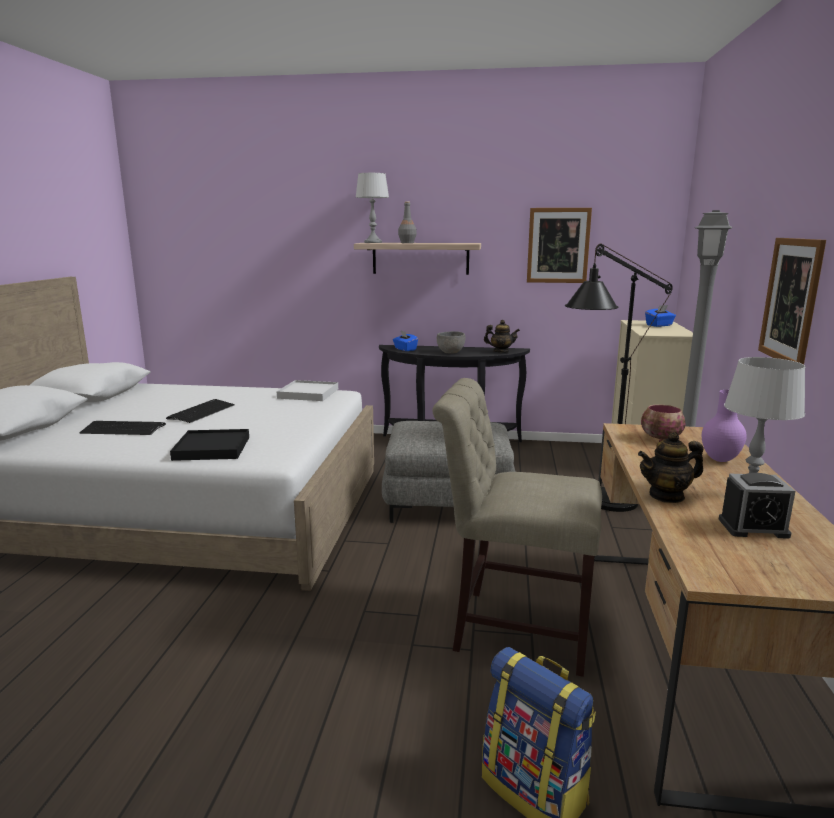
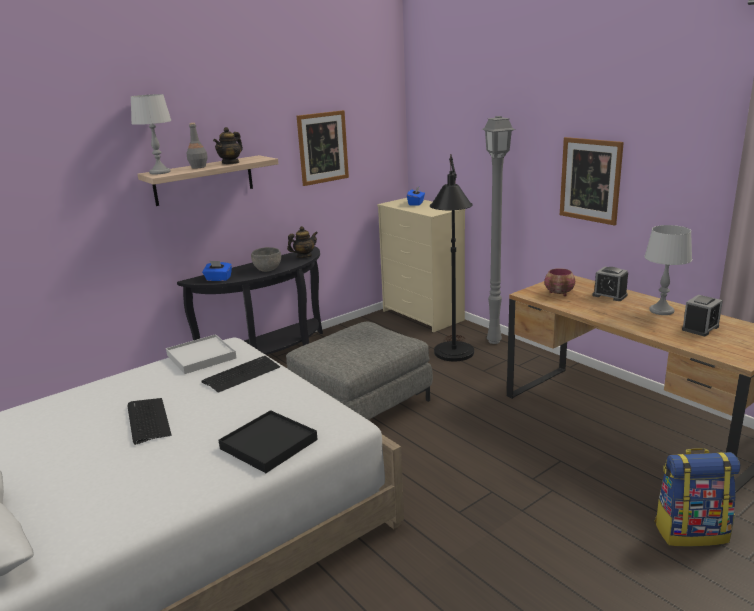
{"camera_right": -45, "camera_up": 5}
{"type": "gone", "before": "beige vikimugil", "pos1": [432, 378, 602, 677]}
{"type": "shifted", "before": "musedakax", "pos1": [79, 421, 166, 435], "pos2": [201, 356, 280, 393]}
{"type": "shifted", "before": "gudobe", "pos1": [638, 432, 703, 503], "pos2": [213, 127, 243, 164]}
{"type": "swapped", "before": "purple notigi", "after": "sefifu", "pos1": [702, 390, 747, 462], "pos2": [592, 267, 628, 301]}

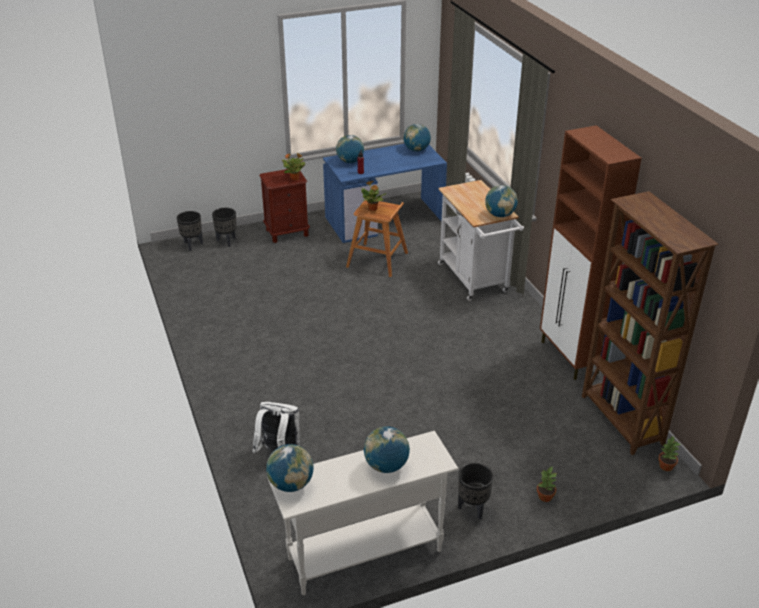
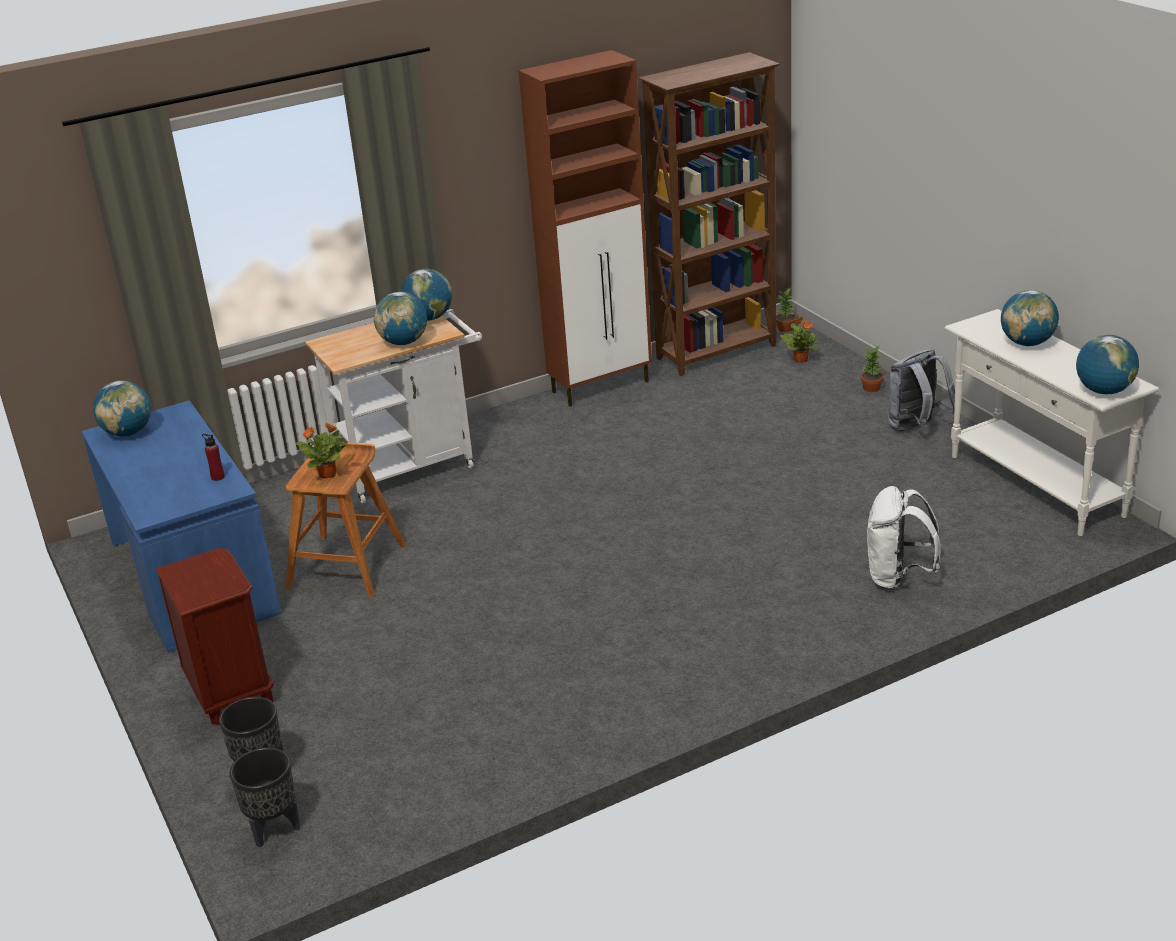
{"camera_right": -95, "camera_up": -5}
{"type": "shifted", "before": "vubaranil", "pos1": [282, 153, 305, 181], "pos2": [780, 317, 819, 363]}
{"type": "shifted", "before": "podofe", "pos1": [336, 135, 364, 163], "pos2": [374, 292, 427, 345]}
{"type": "swapped", "before": "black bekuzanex", "after": "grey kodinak", "pos1": [458, 463, 493, 519], "pos2": [888, 349, 955, 431]}

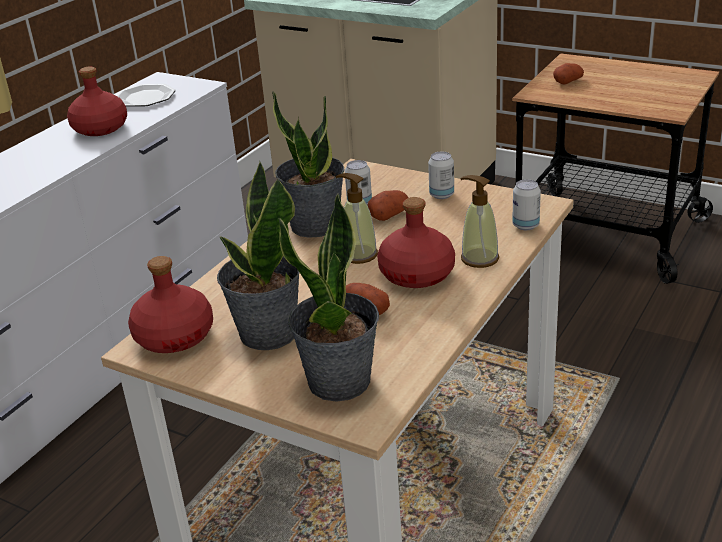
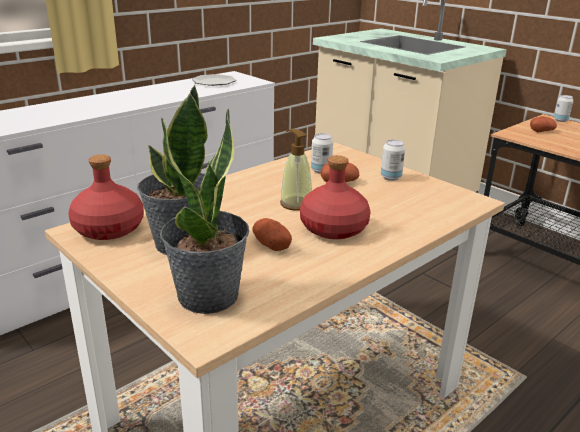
{"camera_right": 15, "camera_up": -5}
{"type": "gone", "before": "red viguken", "pos1": [67, 67, 127, 136]}
{"type": "gone", "before": "vubaranil", "pos1": [272, 91, 345, 238]}
{"type": "gone", "before": "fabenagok", "pos1": [460, 175, 499, 268]}
{"type": "shifted", "before": "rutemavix", "pos1": [512, 179, 541, 230], "pos2": [554, 95, 573, 122]}

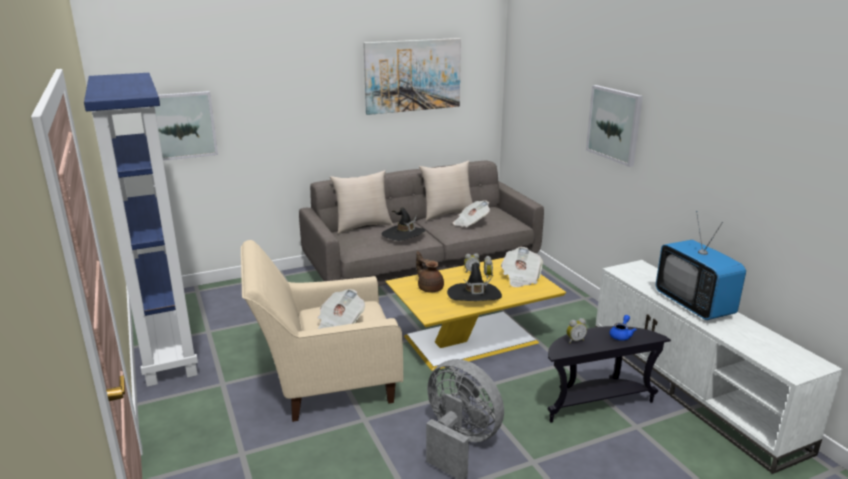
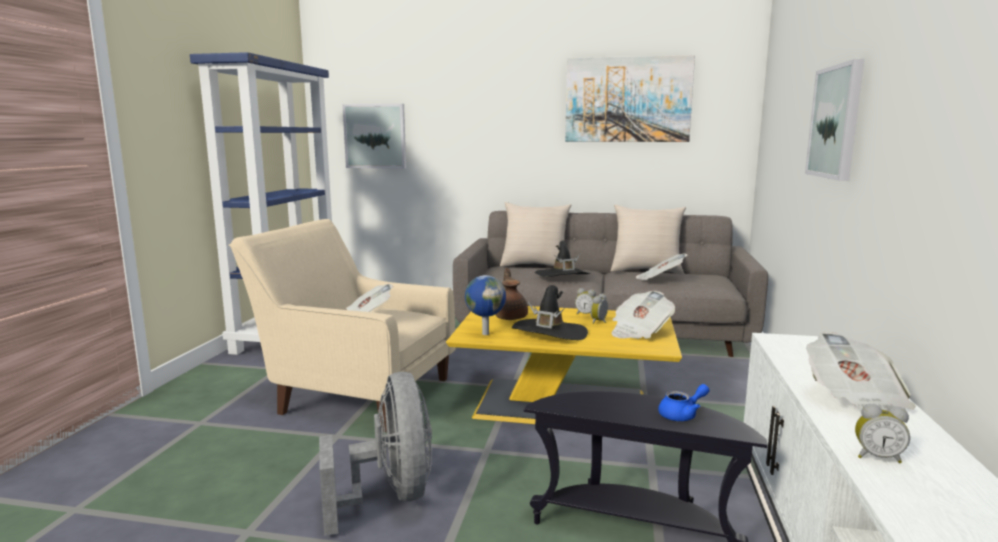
{"camera_right": 35, "camera_up": -10}
{"type": "new", "after": "podofe", "pos2": [465, 275, 506, 335]}
{"type": "shifted", "before": "sefifu", "pos1": [567, 318, 587, 343], "pos2": [855, 404, 910, 463]}
{"type": "swapped", "before": "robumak", "after": "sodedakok", "pos1": [656, 211, 746, 320], "pos2": [806, 332, 916, 414]}

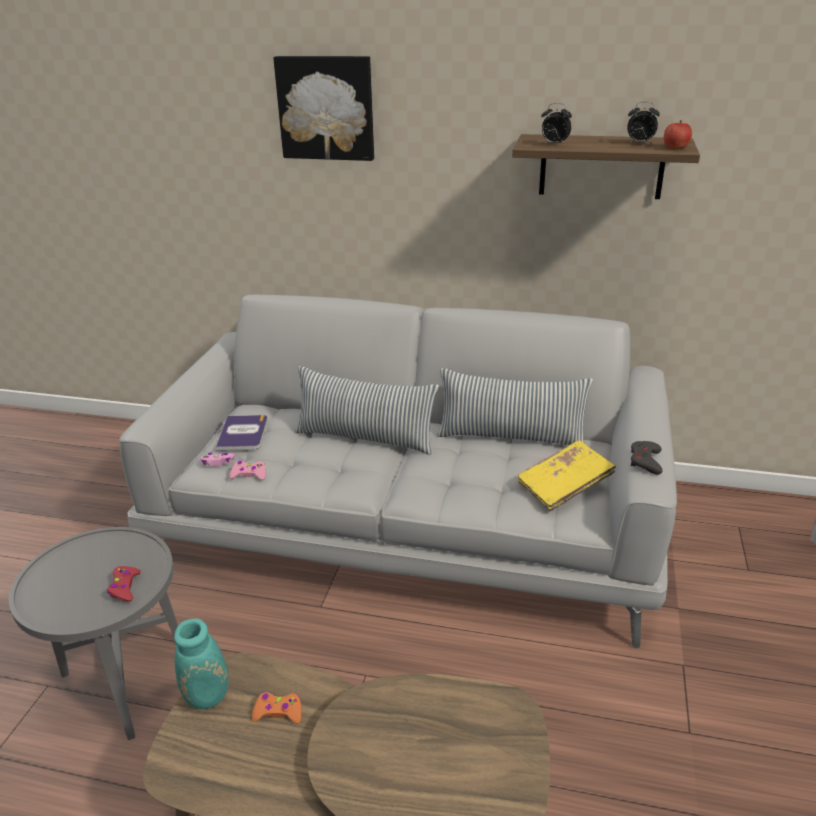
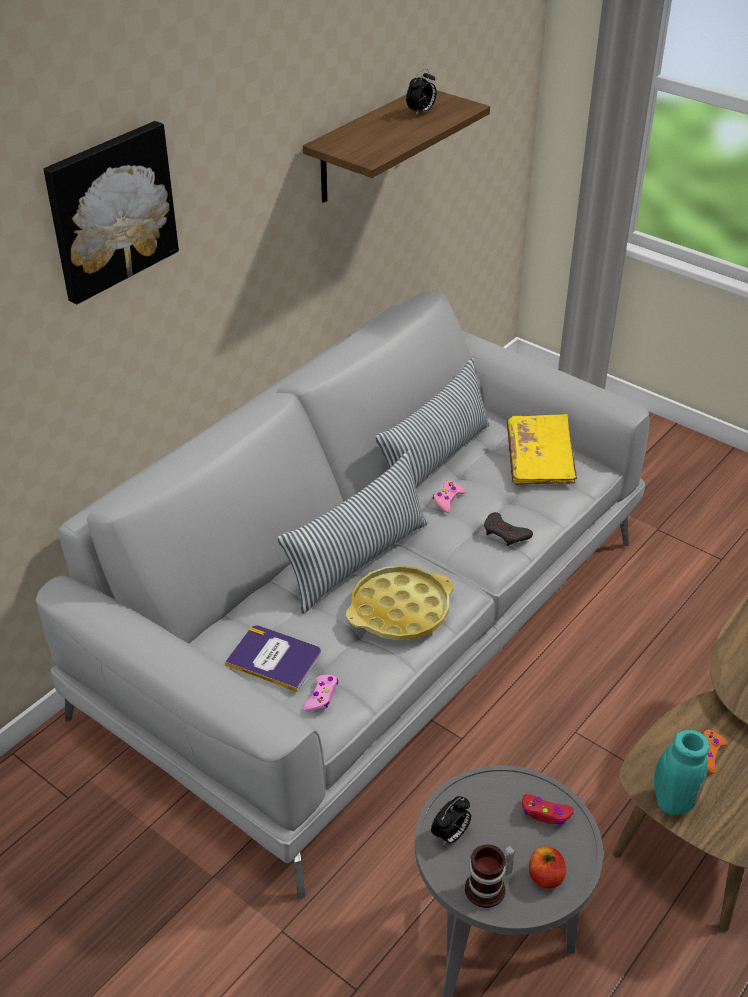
{"camera_right": -65, "camera_up": 10}
{"type": "new", "after": "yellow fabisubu", "pos2": [346, 566, 454, 641]}
{"type": "new", "after": "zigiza", "pos2": [465, 844, 515, 908]}
{"type": "shifted", "before": "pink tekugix", "pos1": [230, 461, 266, 480], "pos2": [433, 480, 465, 513]}
{"type": "shifted", "before": "sefifu", "pos1": [541, 103, 572, 145], "pos2": [431, 796, 471, 845]}
{"type": "shifted", "before": "grey tekugix", "pos1": [631, 441, 663, 475], "pos2": [484, 512, 533, 546]}
{"type": "shifted", "before": "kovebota", "pos1": [664, 120, 692, 149], "pos2": [529, 846, 566, 889]}

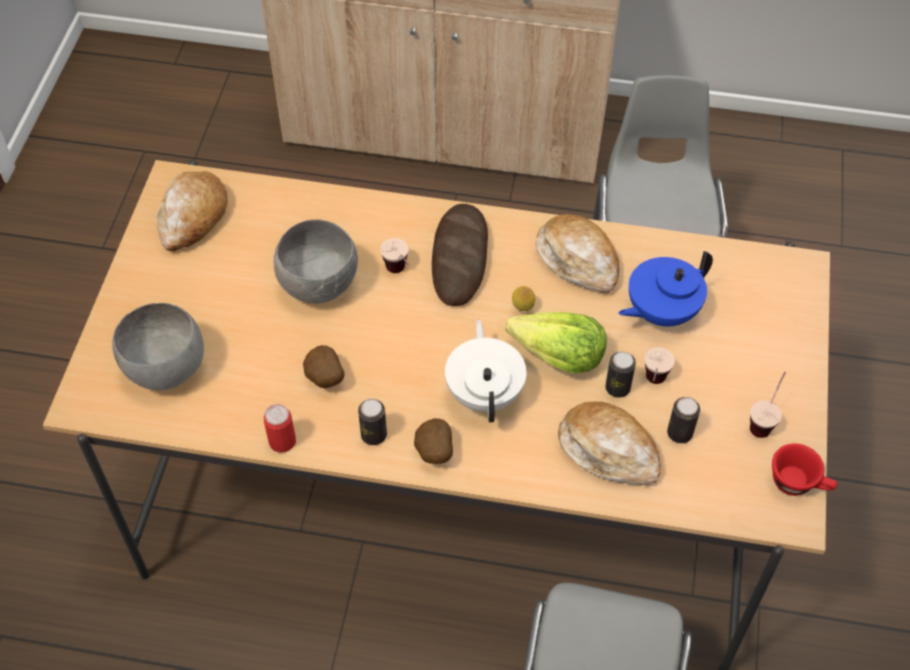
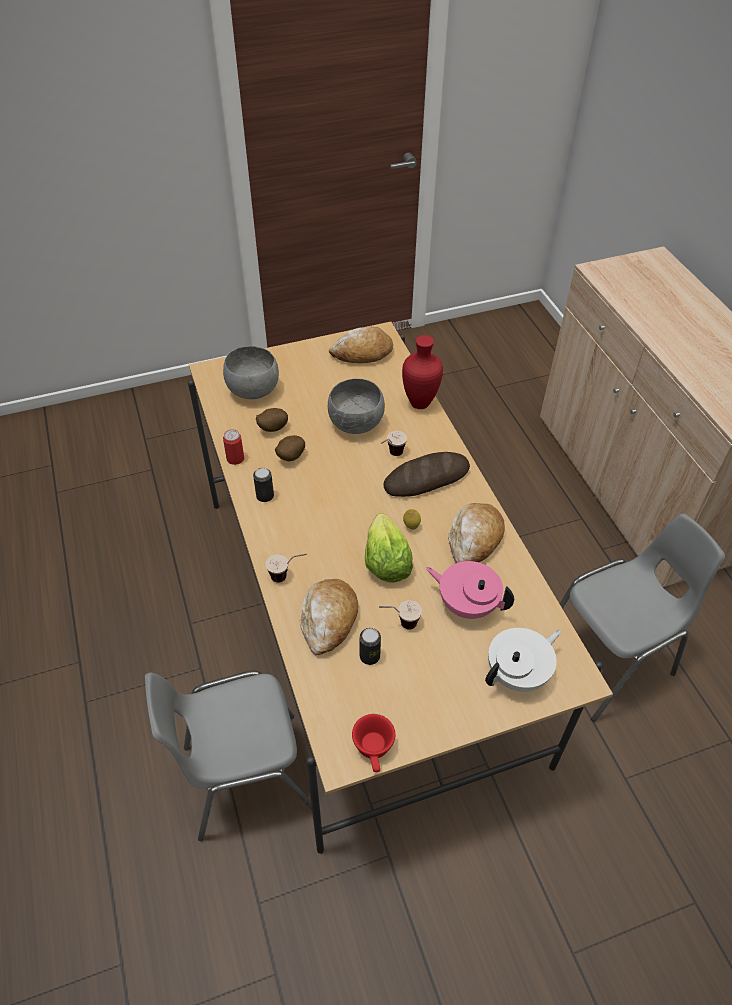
{"camera_right": 60, "camera_up": -5}
{"type": "gone", "before": "rutemavix", "pos1": [605, 351, 636, 398]}
{"type": "new", "after": "red notigi", "pos2": [402, 335, 443, 409]}
{"type": "shifted", "before": "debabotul", "pos1": [414, 418, 453, 464], "pos2": [256, 408, 288, 432]}
{"type": "shifted", "before": "white gudobe", "pos1": [445, 319, 527, 422], "pos2": [485, 628, 561, 692]}
{"type": "shifted", "before": "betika", "pos1": [750, 372, 786, 438], "pos2": [265, 554, 307, 583]}
{"type": "repainted", "before": "blue gudobe", "after": "pink gudobe", "pos1": [618, 251, 713, 326], "pos2": [426, 561, 514, 619]}

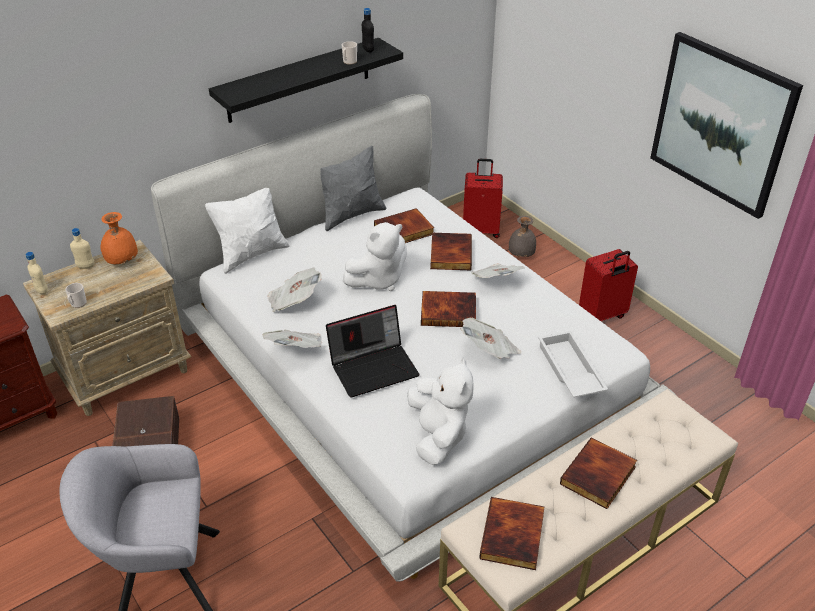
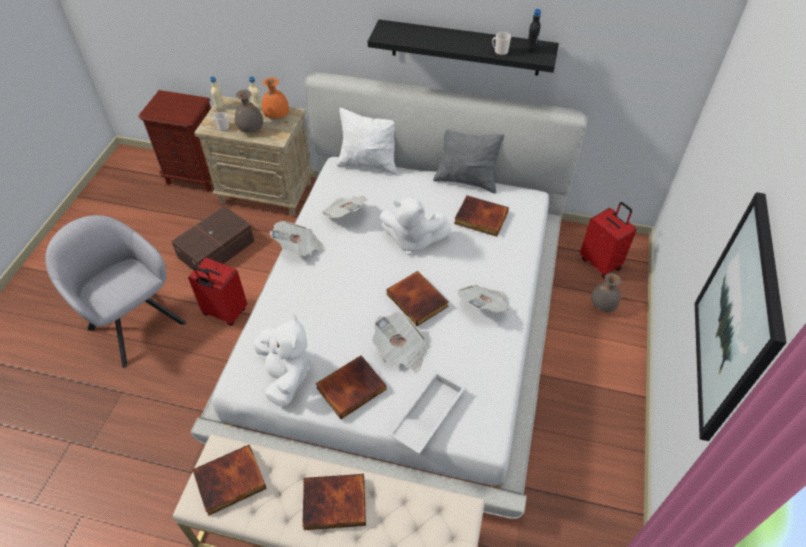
{"camera_right": 50, "camera_up": 10}
{"type": "gone", "before": "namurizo", "pos1": [326, 305, 420, 398]}
{"type": "new", "after": "grey notigi", "pos2": [235, 90, 263, 133]}
{"type": "shifted", "before": "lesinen", "pos1": [430, 233, 472, 270], "pos2": [316, 355, 386, 419]}
{"type": "shifted", "before": "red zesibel", "pos1": [579, 249, 638, 321], "pos2": [188, 258, 247, 325]}
{"type": "rotated", "before": "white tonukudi", "pos1": [407, 358, 474, 465], "pos2": [254, 314, 310, 406], "turn": -60}

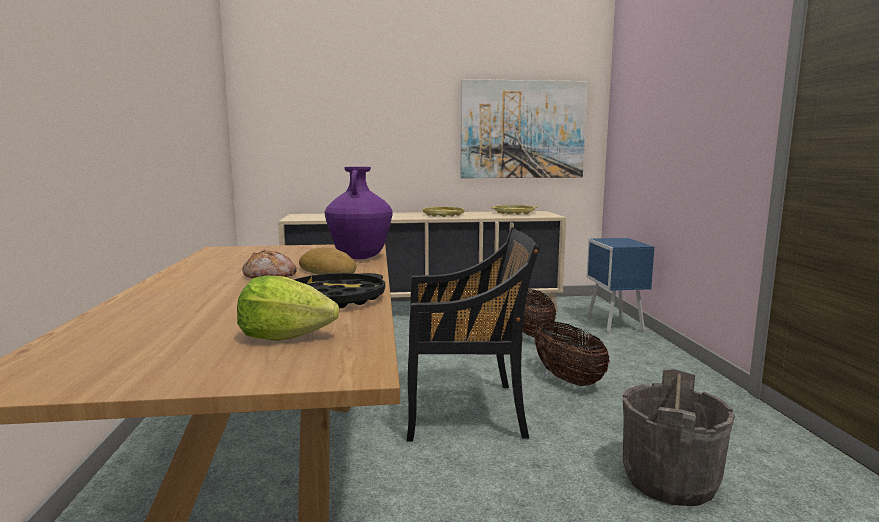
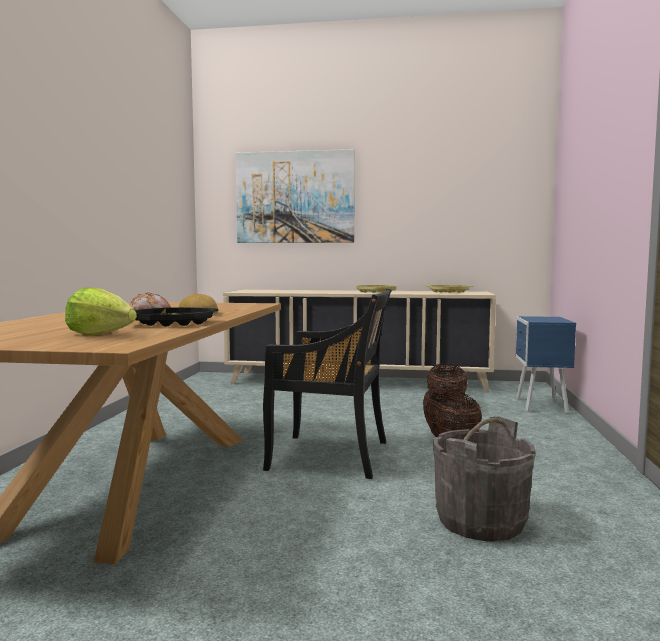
{"camera_right": 15, "camera_up": -5}
{"type": "gone", "before": "purple notigi", "pos1": [325, 167, 393, 259]}
{"type": "shifted", "before": "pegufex", "pos1": [460, 79, 588, 178], "pos2": [236, 149, 355, 243]}

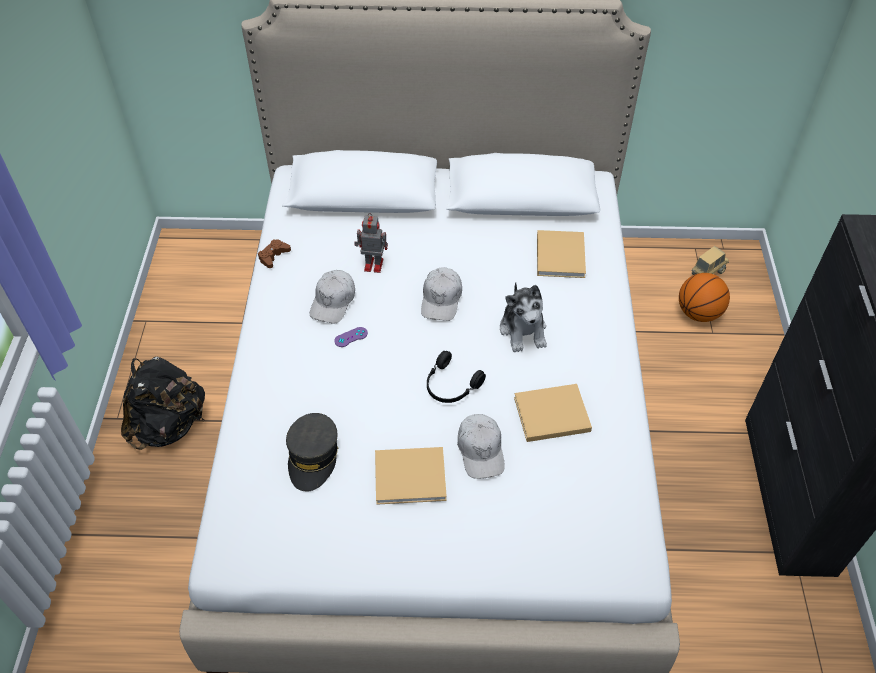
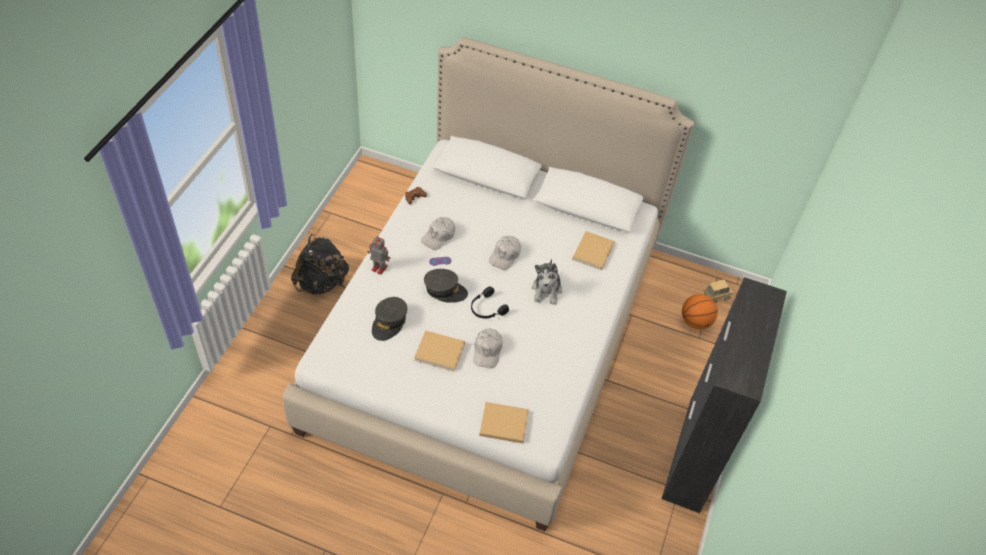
{"camera_right": 15, "camera_up": 0}
{"type": "new", "after": "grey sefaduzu", "pos2": [424, 269, 468, 303]}
{"type": "shifted", "before": "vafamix", "pos1": [354, 213, 388, 273], "pos2": [367, 236, 390, 275]}
{"type": "shifted", "before": "beige lesinen", "pos1": [514, 384, 592, 442], "pos2": [479, 402, 529, 443]}

